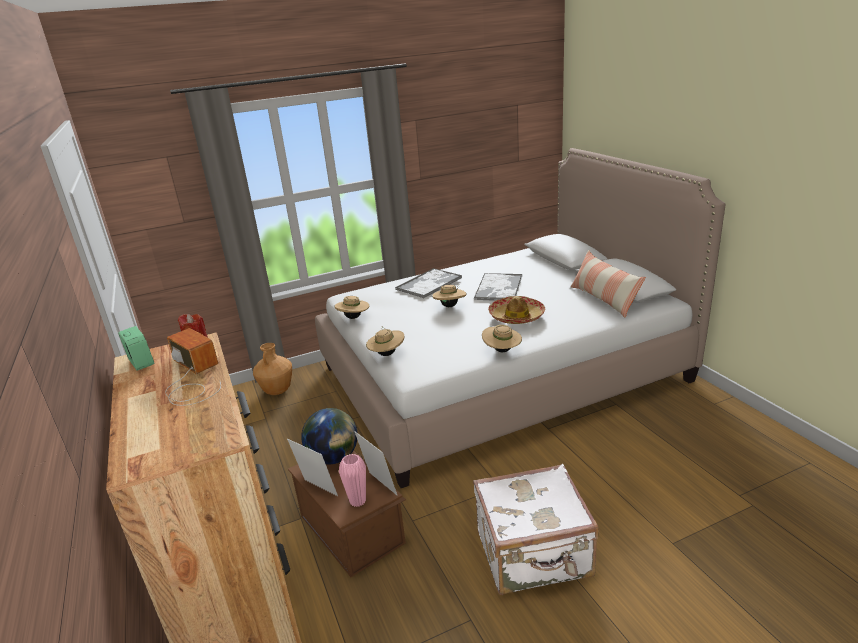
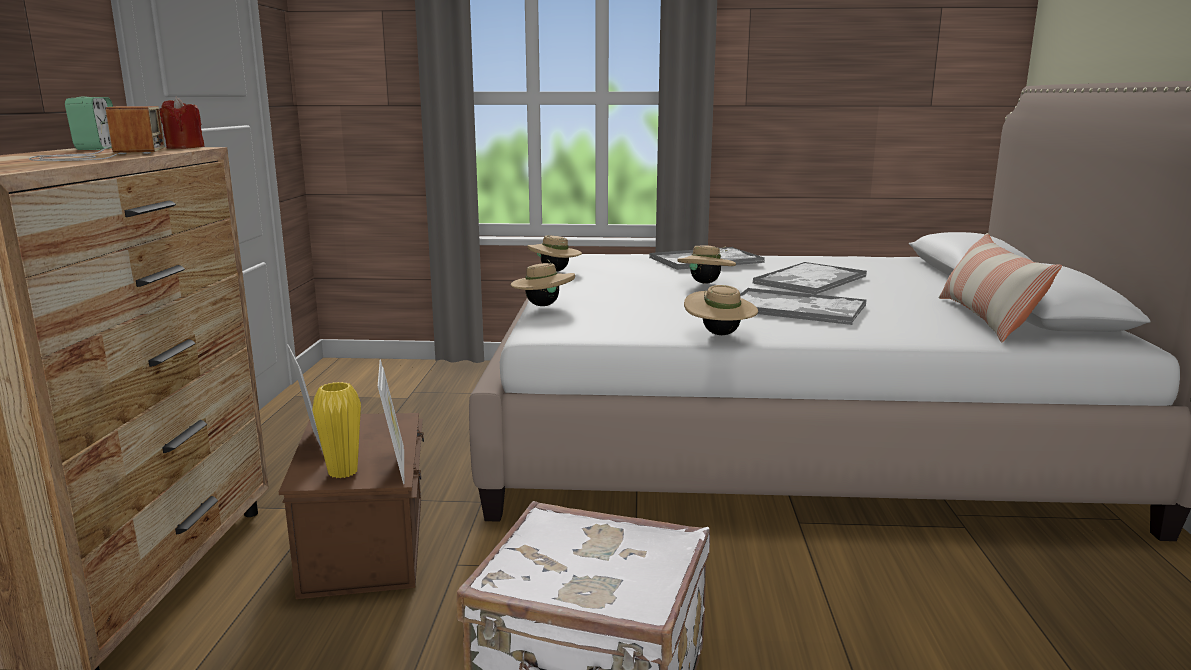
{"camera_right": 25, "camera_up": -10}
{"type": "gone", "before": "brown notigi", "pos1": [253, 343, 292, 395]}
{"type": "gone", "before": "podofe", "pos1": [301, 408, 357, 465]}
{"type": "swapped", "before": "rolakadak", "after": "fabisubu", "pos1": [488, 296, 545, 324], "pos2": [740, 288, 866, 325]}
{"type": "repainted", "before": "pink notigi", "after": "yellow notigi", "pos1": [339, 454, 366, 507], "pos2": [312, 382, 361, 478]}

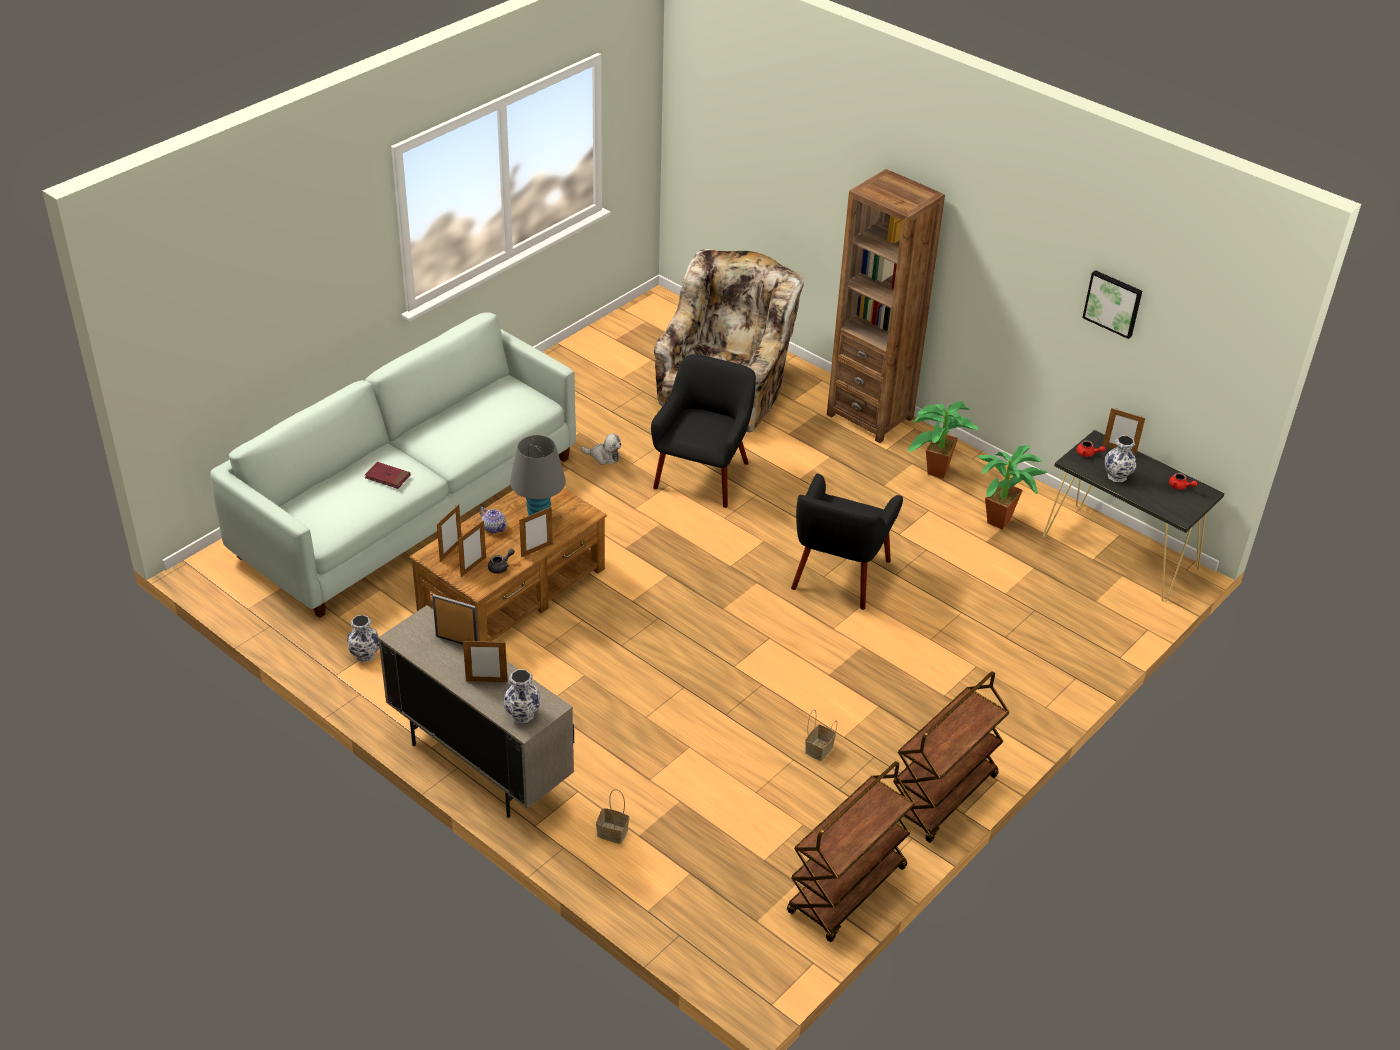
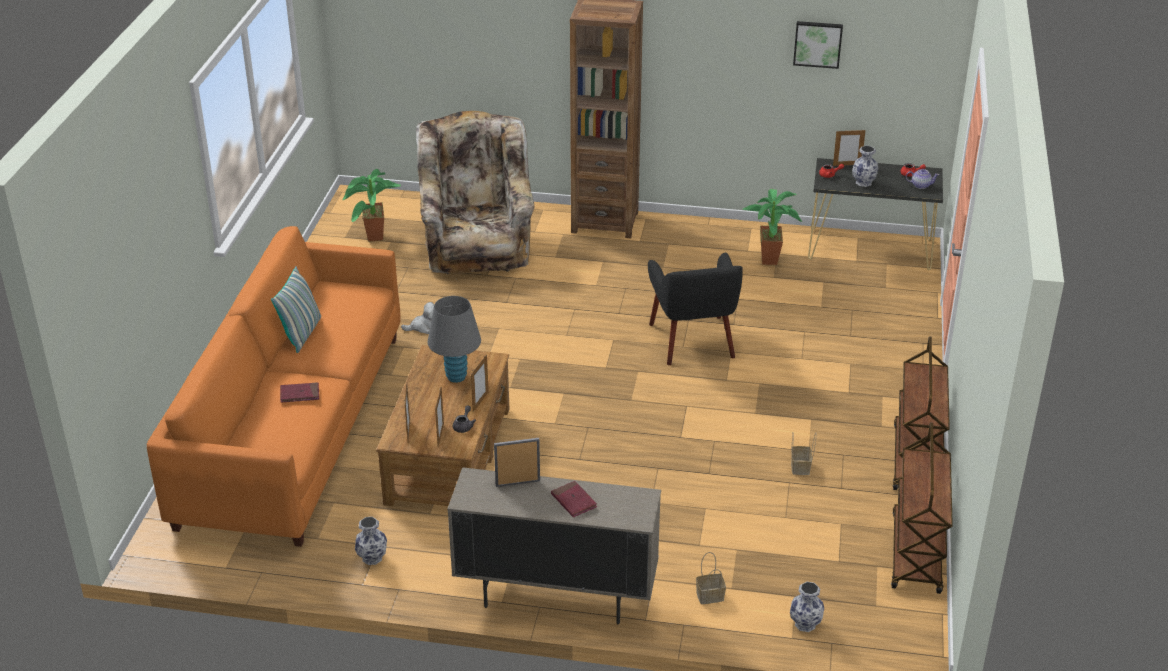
{"camera_right": -30, "camera_up": -5}
{"type": "gone", "before": "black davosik", "pos1": [651, 355, 756, 508]}
{"type": "new", "after": "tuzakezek", "pos2": [271, 266, 321, 353]}
{"type": "shifted", "before": "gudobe", "pos1": [479, 507, 508, 533], "pos2": [906, 169, 939, 189]}
{"type": "shifted", "before": "notigi", "pos1": [503, 669, 541, 723], "pos2": [790, 582, 824, 632]}
{"type": "shifted", "before": "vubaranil", "pos1": [908, 401, 979, 478], "pos2": [343, 169, 401, 242]}
{"type": "swapped", "before": "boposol", "after": "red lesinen", "pos1": [463, 641, 508, 682], "pos2": [551, 481, 597, 517]}
{"type": "repainted", "before": "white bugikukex", "after": "orange bugikukex", "pos1": [210, 313, 576, 618], "pos2": [147, 226, 401, 547]}

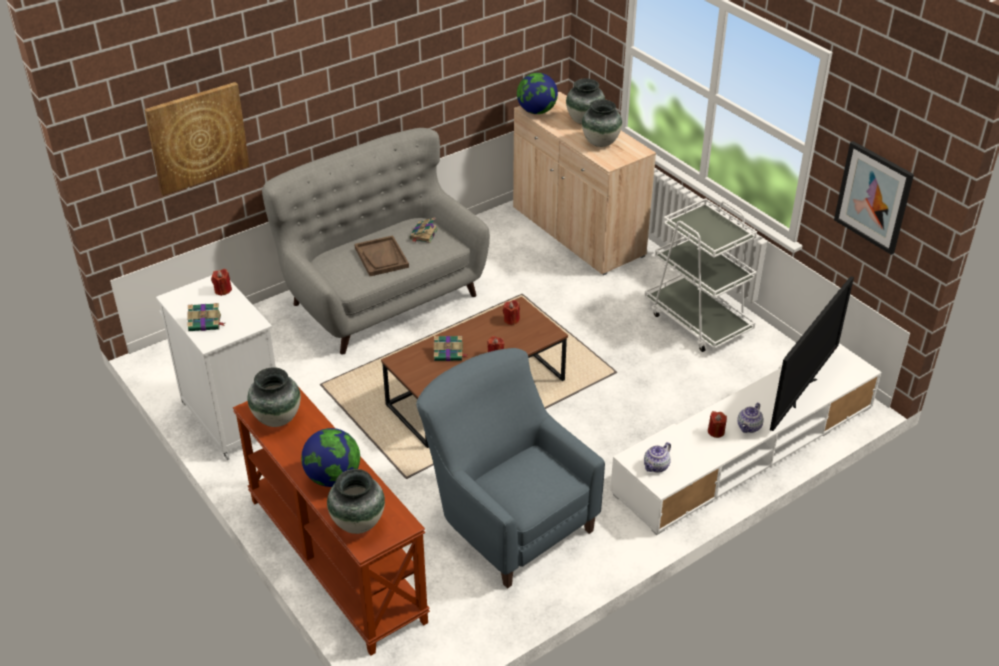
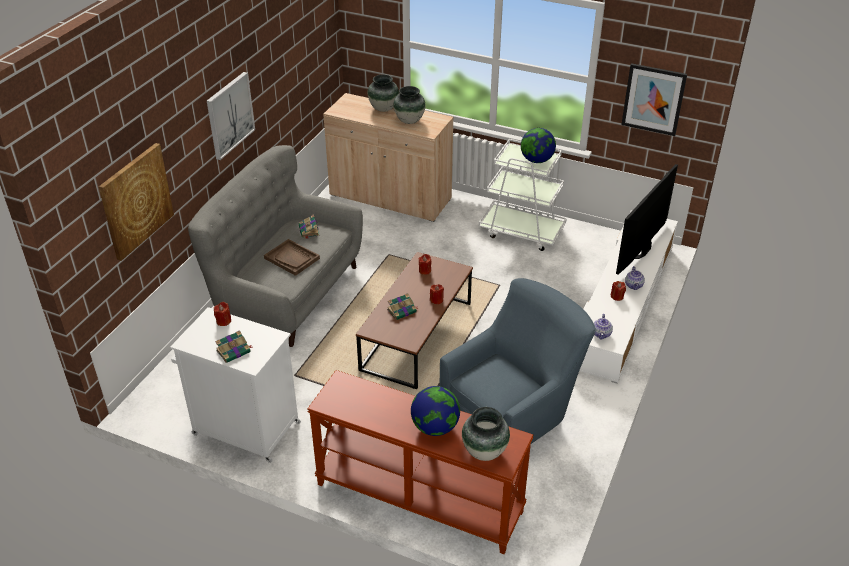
{"camera_right": -30, "camera_up": 0}
{"type": "gone", "before": "notigi", "pos1": [247, 367, 301, 427]}
{"type": "new", "after": "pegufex", "pos2": [207, 72, 255, 160]}
{"type": "shifted", "before": "podofe", "pos1": [517, 73, 558, 114], "pos2": [521, 128, 556, 163]}
{"type": "rotated", "before": "blue davosik", "pos1": [416, 348, 605, 588], "pos2": [440, 278, 596, 444], "turn": 120}
{"type": "rotated", "before": "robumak", "pos1": [770, 276, 854, 431], "pos2": [616, 164, 678, 275], "turn": -150}

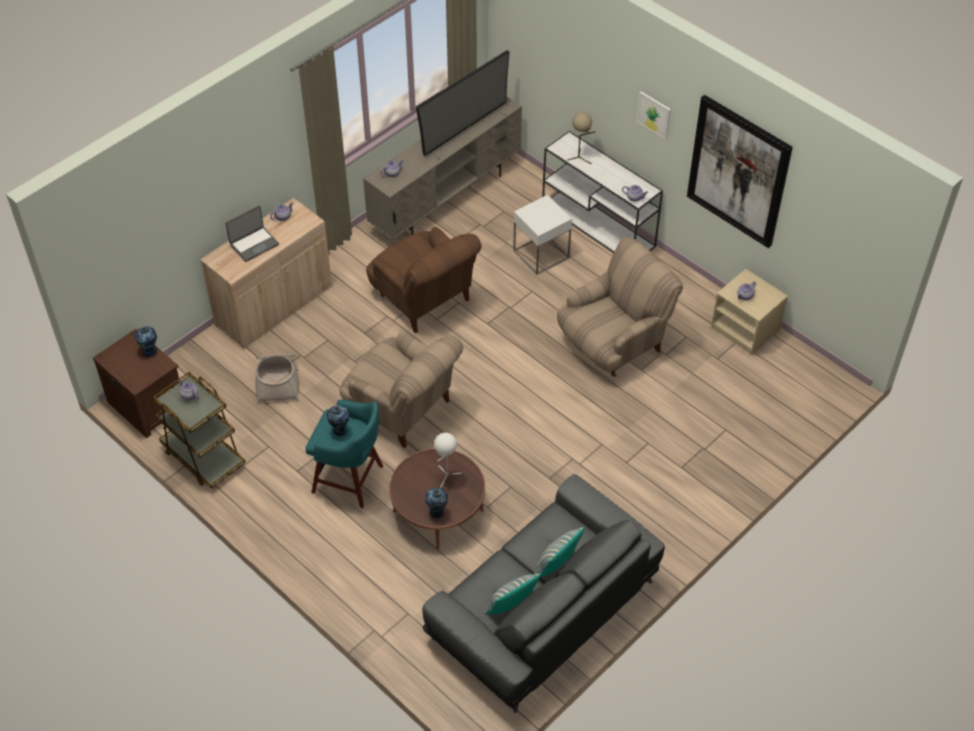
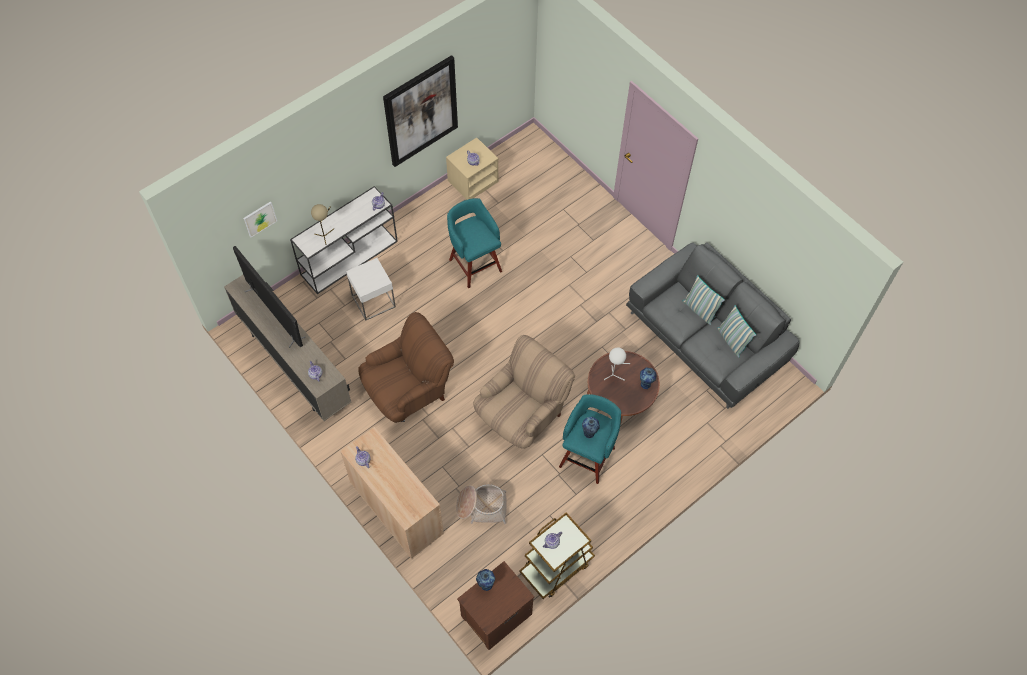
{"camera_right": -85, "camera_up": 10}
{"type": "gone", "before": "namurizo", "pos1": [225, 206, 279, 262]}
{"type": "shifted", "before": "pegufex", "pos1": [636, 91, 671, 140], "pos2": [243, 201, 277, 237]}
{"type": "swapped", "before": "beige davosik", "after": "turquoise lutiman", "pos1": [557, 236, 683, 377], "pos2": [447, 198, 502, 288]}

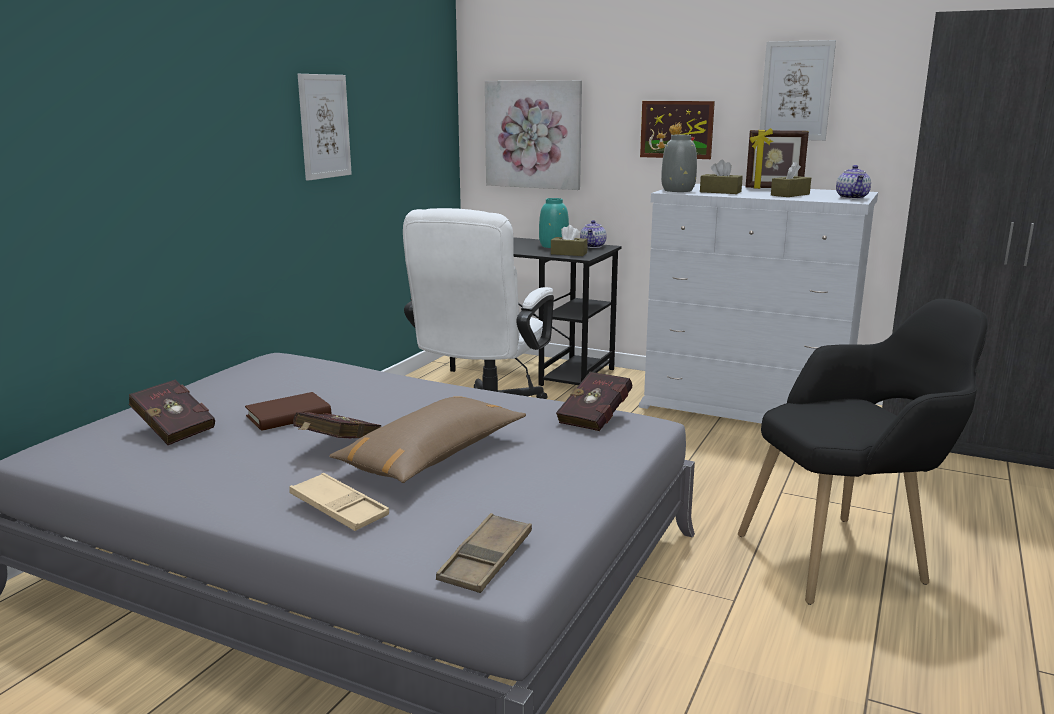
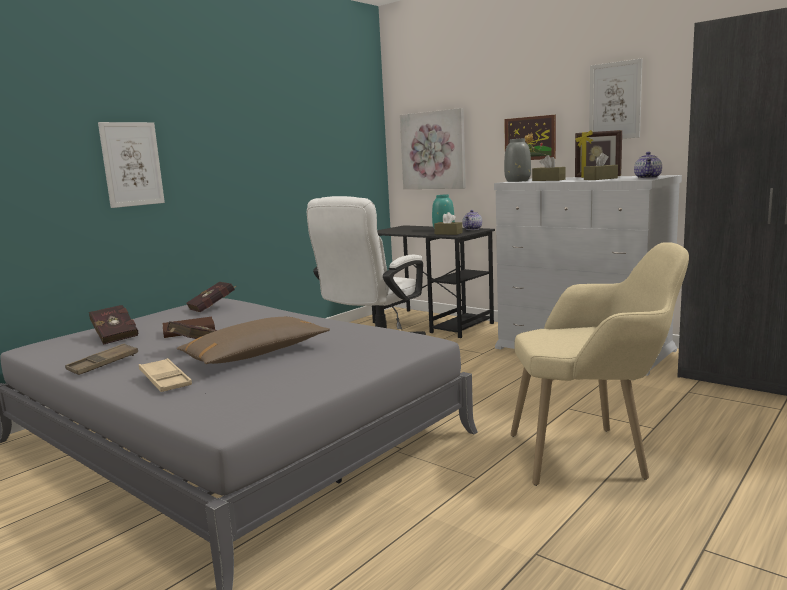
{"camera_right": 15, "camera_up": -5}
{"type": "shifted", "before": "pegufex", "pos1": [298, 74, 352, 181], "pos2": [98, 122, 165, 208]}
{"type": "shifted", "before": "brown fabisubu", "pos1": [436, 513, 532, 593], "pos2": [65, 343, 138, 375]}
{"type": "shifted", "before": "red lesinen", "pos1": [556, 372, 632, 431], "pos2": [186, 282, 237, 312]}
{"type": "repainted", "before": "black davosik", "after": "beige davosik", "pos1": [738, 299, 988, 605], "pos2": [510, 242, 689, 486]}

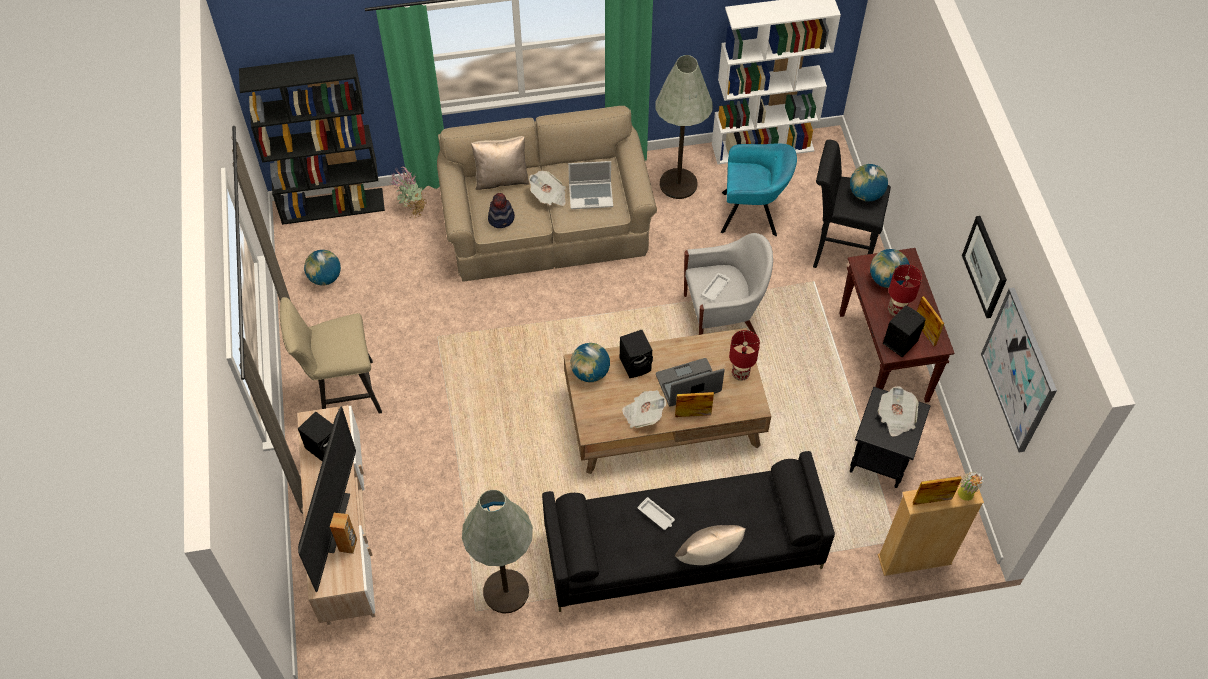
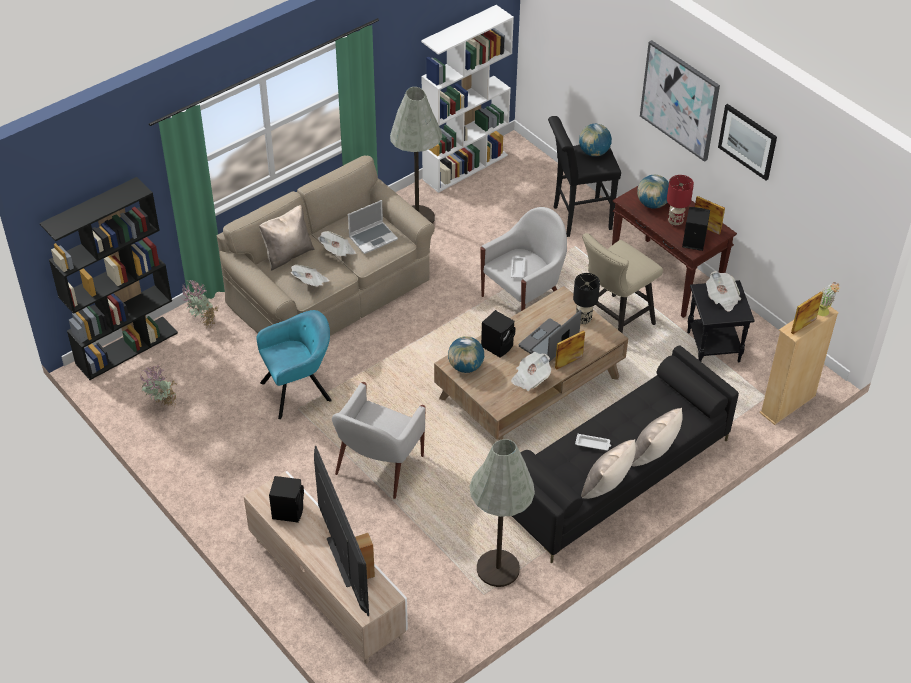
{"camera_right": -30, "camera_up": -10}
{"type": "new", "after": "white davosik", "pos2": [332, 382, 426, 499]}
{"type": "new", "after": "beige tuzakezek", "pos2": [581, 439, 636, 499]}
{"type": "shifted", "before": "beige lutiman", "pos1": [280, 297, 382, 414], "pos2": [582, 233, 663, 333]}
{"type": "shifted", "before": "turquoise davosik", "pos1": [721, 143, 797, 236], "pos2": [256, 310, 332, 419]}
{"type": "shifted", "before": "pegufex", "pos1": [981, 288, 1057, 453], "pos2": [640, 40, 720, 162]}
{"type": "swapped", "before": "podofe", "after": "vubaranil", "pos1": [304, 250, 341, 286], "pos2": [140, 364, 178, 408]}
{"type": "swapped", "before": "rolakadak", "after": "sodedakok", "pos1": [488, 193, 515, 228], "pos2": [291, 264, 330, 287]}
{"type": "repainted", "before": "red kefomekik", "after": "black kefomekik", "pos1": [729, 330, 760, 381], "pos2": [573, 273, 600, 324]}

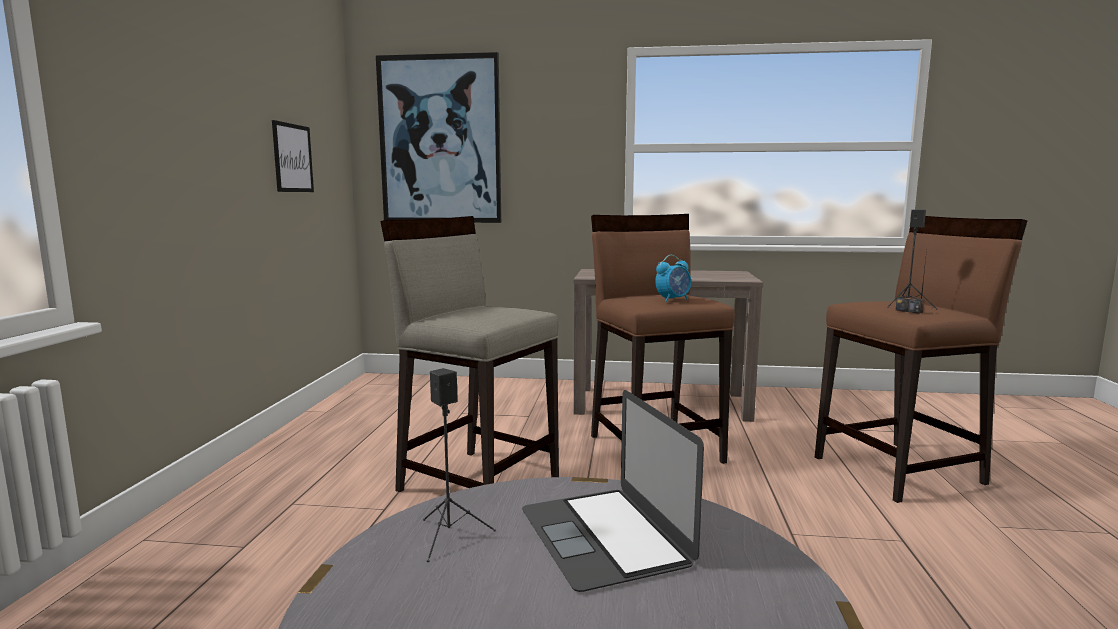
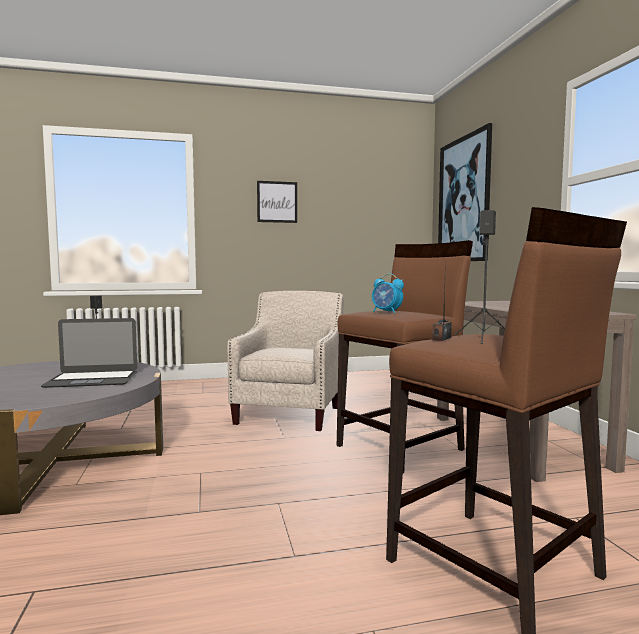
{"camera_right": 70, "camera_up": -5}
{"type": "shifted", "before": "pegufex", "pos1": [272, 120, 314, 192], "pos2": [257, 181, 297, 223]}
{"type": "swapped", "before": "beige lutiman", "after": "beige davosik", "pos1": [380, 216, 559, 492], "pos2": [227, 291, 344, 431]}
{"type": "rotated", "before": "namurizo", "pos1": [522, 390, 704, 592], "pos2": [41, 318, 137, 388], "turn": -150}

